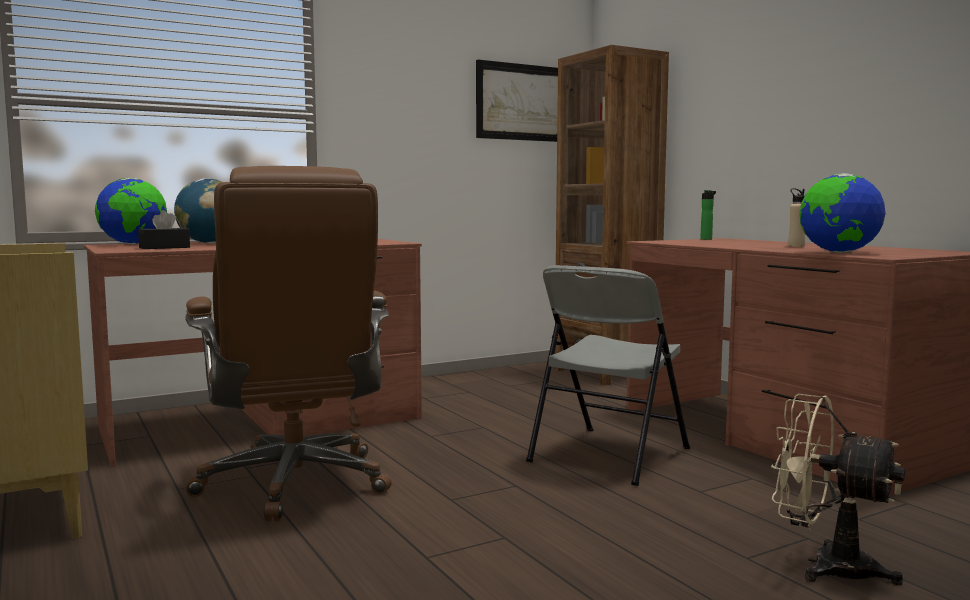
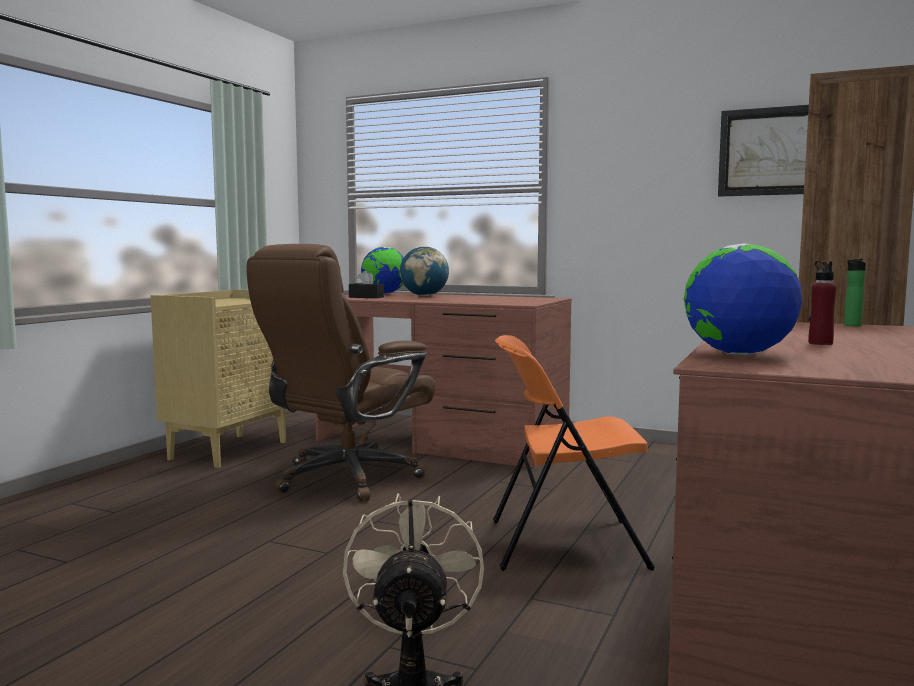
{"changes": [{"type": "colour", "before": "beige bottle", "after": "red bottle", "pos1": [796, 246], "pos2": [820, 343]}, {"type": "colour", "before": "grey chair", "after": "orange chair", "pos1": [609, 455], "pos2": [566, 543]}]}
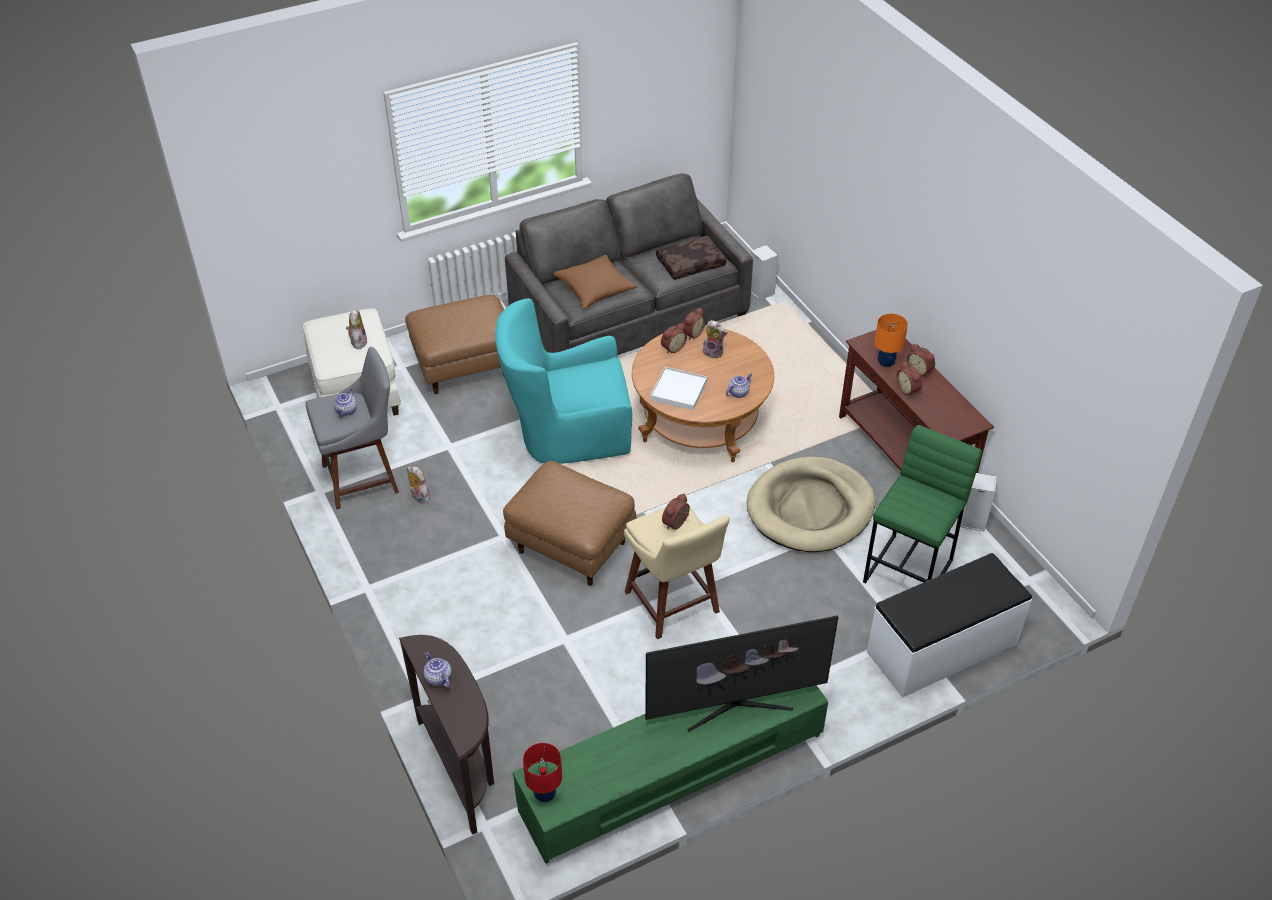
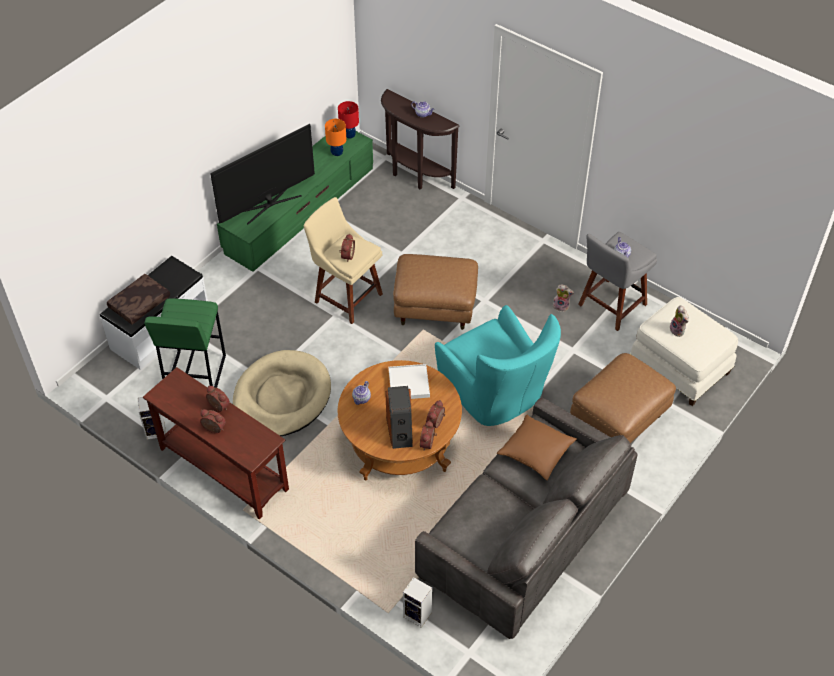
{"changes": [{"type": "relocated", "before": "brown pillow", "pos1": [690, 263], "pos2": [140, 304]}, {"type": "spun", "before": "turquoise armchair", "pos1": [568, 432], "pos2": [495, 393], "turn": 90}, {"type": "relocated", "before": "orange table lamp", "pos1": [886, 363], "pos2": [336, 153]}, {"type": "exchanged", "before": "plush toy", "after": "speaker", "pos1": [714, 352], "pos2": [400, 431]}]}
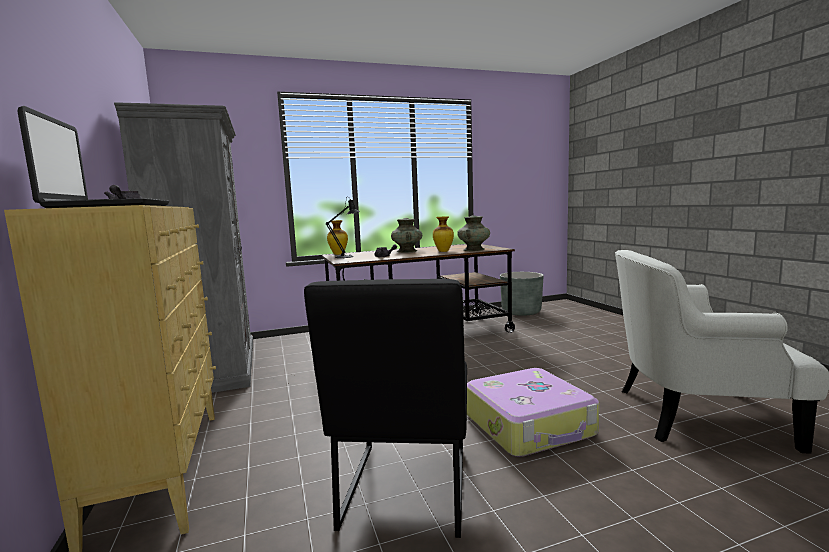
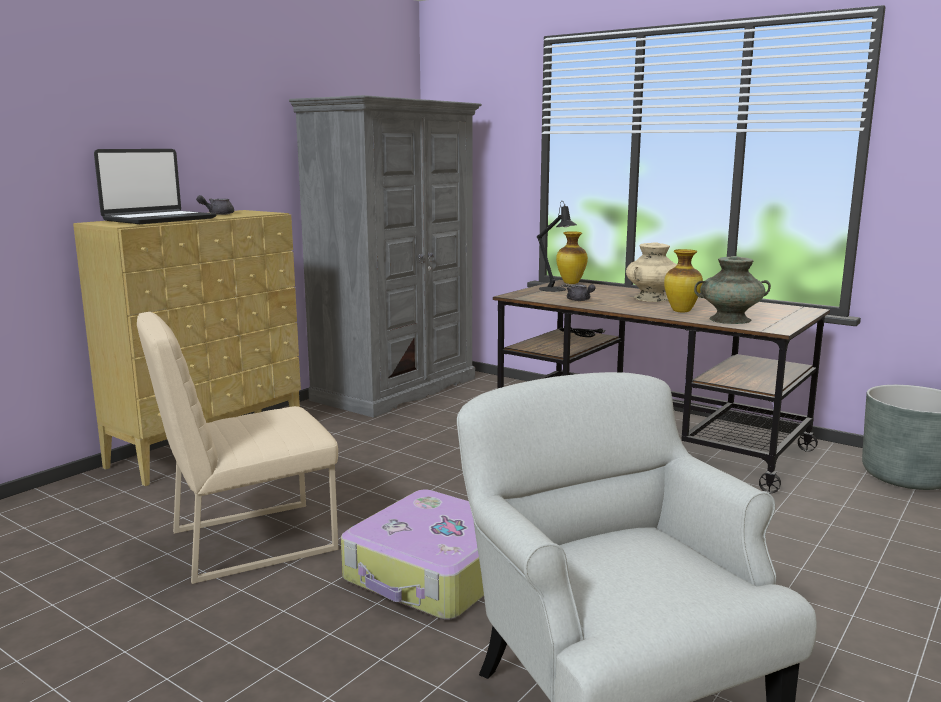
{"changes": [{"type": "colour", "before": "turquoise vase", "after": "beige vase", "pos1": [407, 251], "pos2": [652, 298]}, {"type": "colour", "before": "black chair", "after": "beige chair", "pos1": [404, 488], "pos2": [248, 541]}]}
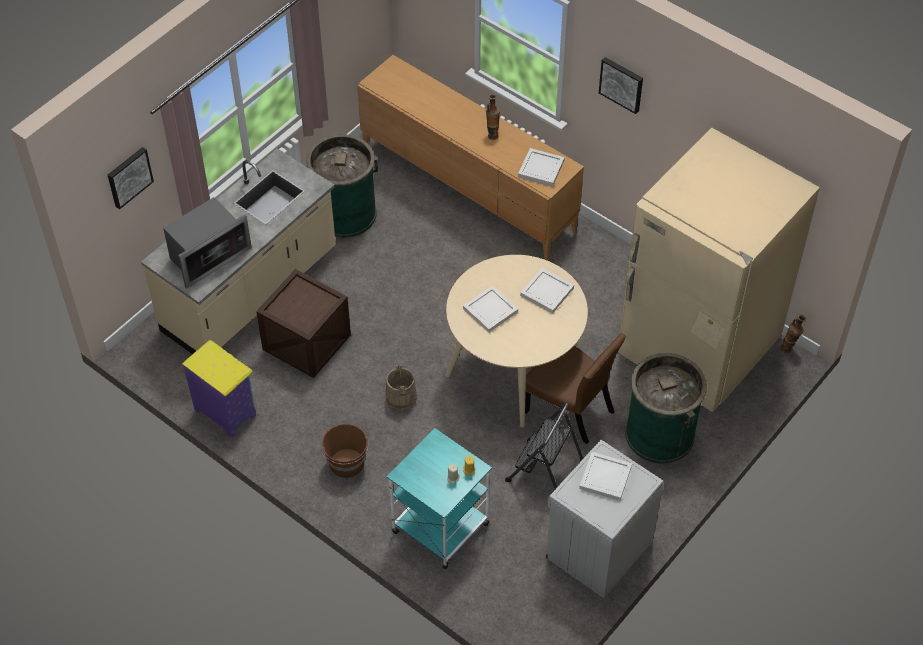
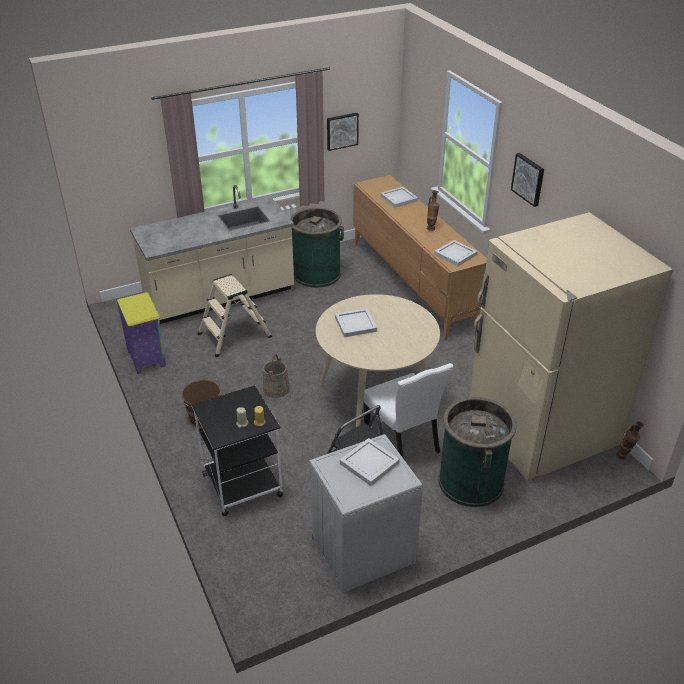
{"changes": [{"type": "relocated", "before": "picture", "pos1": [128, 176], "pos2": [342, 131]}, {"type": "missing", "before": "microwave", "pos1": [207, 255]}, {"type": "relocated", "before": "white tray", "pos1": [548, 292], "pos2": [399, 198]}, {"type": "exchanged", "before": "crate", "after": "beige step ladder", "pos1": [306, 342], "pos2": [235, 335]}, {"type": "colour", "before": "brown chair", "after": "white chair", "pos1": [568, 409], "pos2": [402, 438]}, {"type": "colour", "before": "turquoise cart", "after": "black cart", "pos1": [439, 526], "pos2": [242, 483]}]}
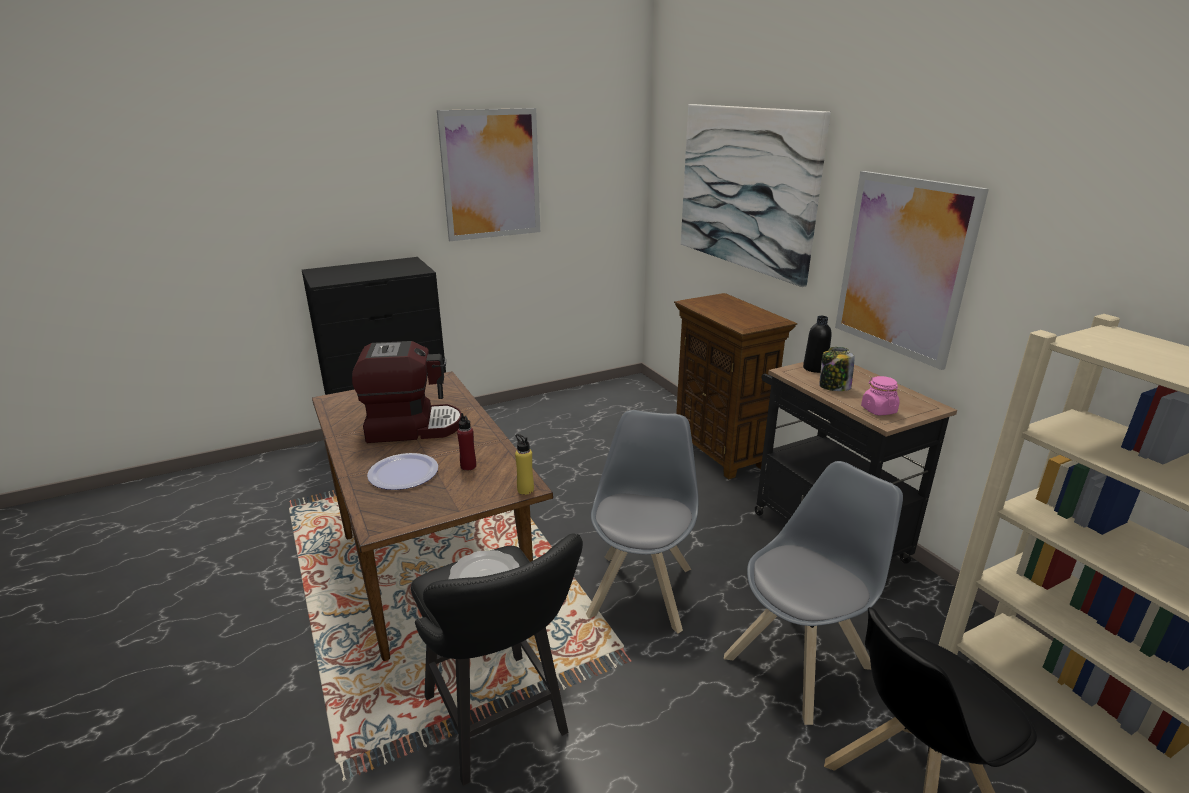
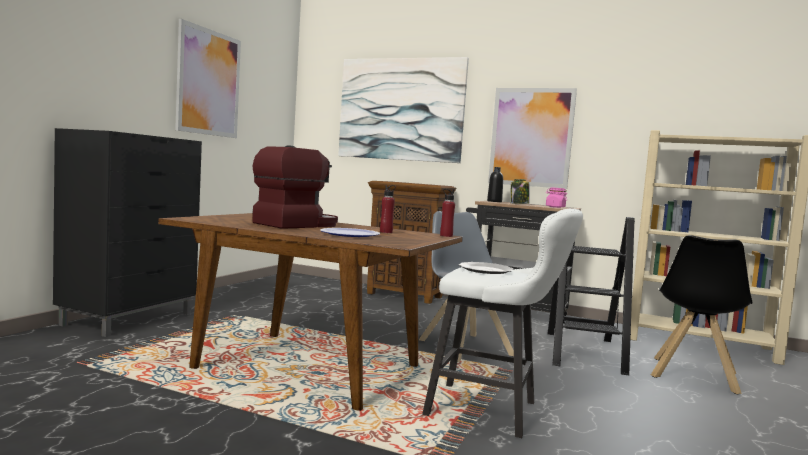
{"changes": [{"type": "colour", "before": "yellow bottle", "after": "red bottle", "pos1": [525, 490], "pos2": [446, 236]}, {"type": "exchanged", "before": "grey chair", "after": "black step ladder", "pos1": [801, 660], "pos2": [584, 351]}, {"type": "colour", "before": "black stool", "after": "white stool", "pos1": [501, 728], "pos2": [496, 412]}]}
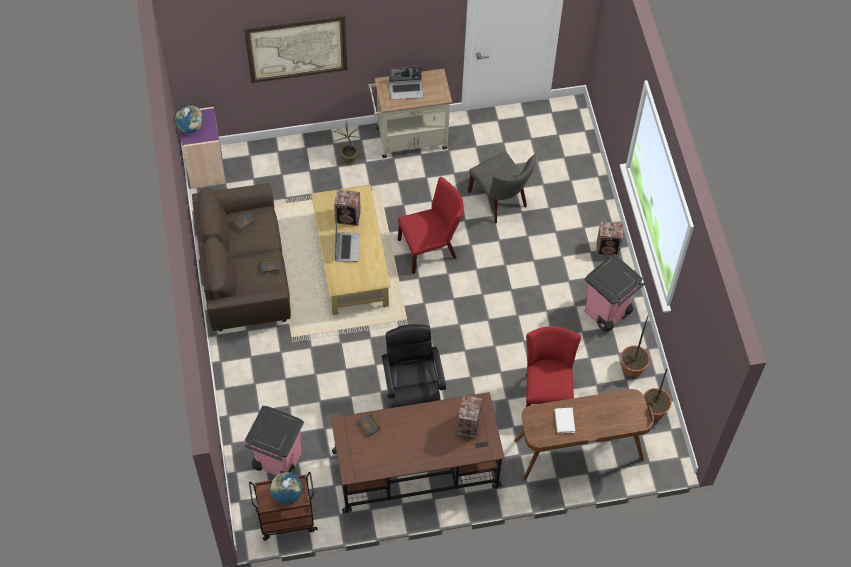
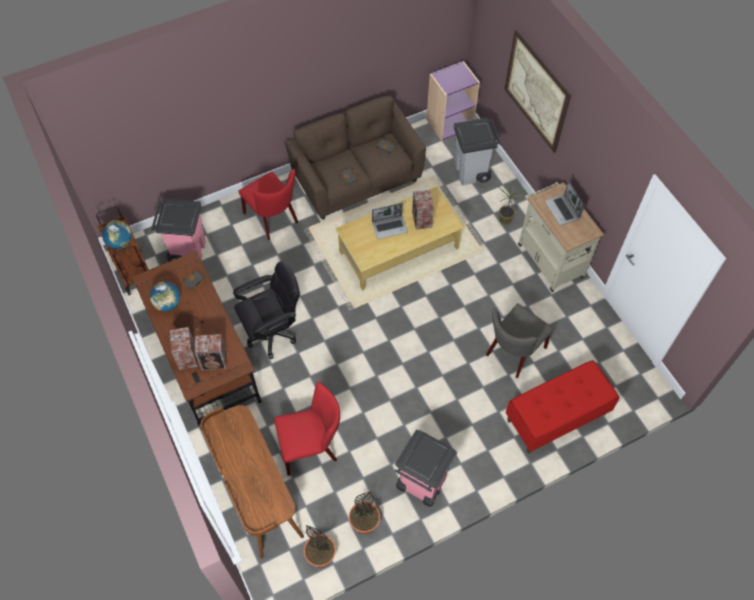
{"changes": [{"type": "relocated", "before": "globe", "pos1": [190, 127], "pos2": [168, 303]}, {"type": "relocated", "before": "red chair", "pos1": [431, 248], "pos2": [273, 219]}, {"type": "relocated", "before": "speaker", "pos1": [608, 248], "pos2": [187, 358]}, {"type": "missing", "before": "white book", "pos1": [564, 421]}, {"type": "appeared", "after": "grey trash can", "pos2": [472, 172]}, {"type": "appeared", "after": "brown book", "pos2": [188, 323]}, {"type": "appeared", "after": "red bench", "pos2": [556, 417]}]}
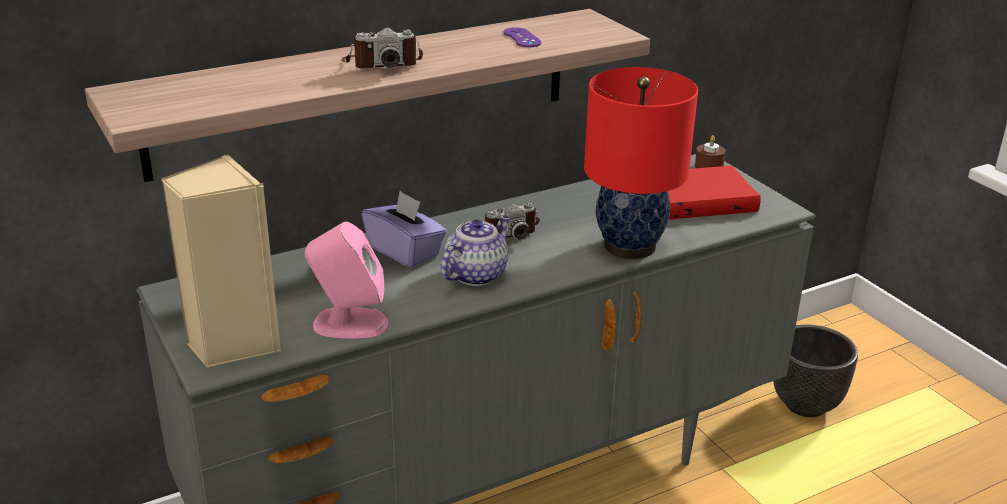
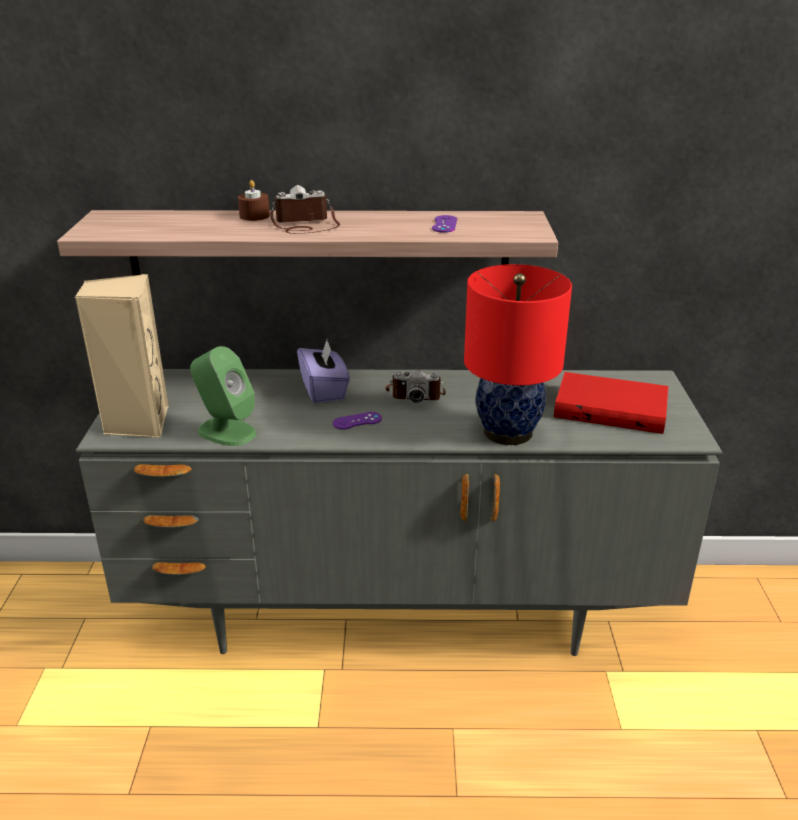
{"changes": [{"type": "spun", "before": "photo camera", "pos1": [382, 63], "pos2": [305, 225], "turn": 150}, {"type": "relocated", "before": "brown candle", "pos1": [709, 166], "pos2": [254, 216]}, {"type": "exchanged", "before": "teapot", "after": "purple game controller", "pos1": [476, 274], "pos2": [357, 421]}, {"type": "colour", "before": "pink speaker", "after": "green speaker", "pos1": [349, 323], "pos2": [226, 431]}, {"type": "missing", "before": "black planter", "pos1": [804, 404]}]}
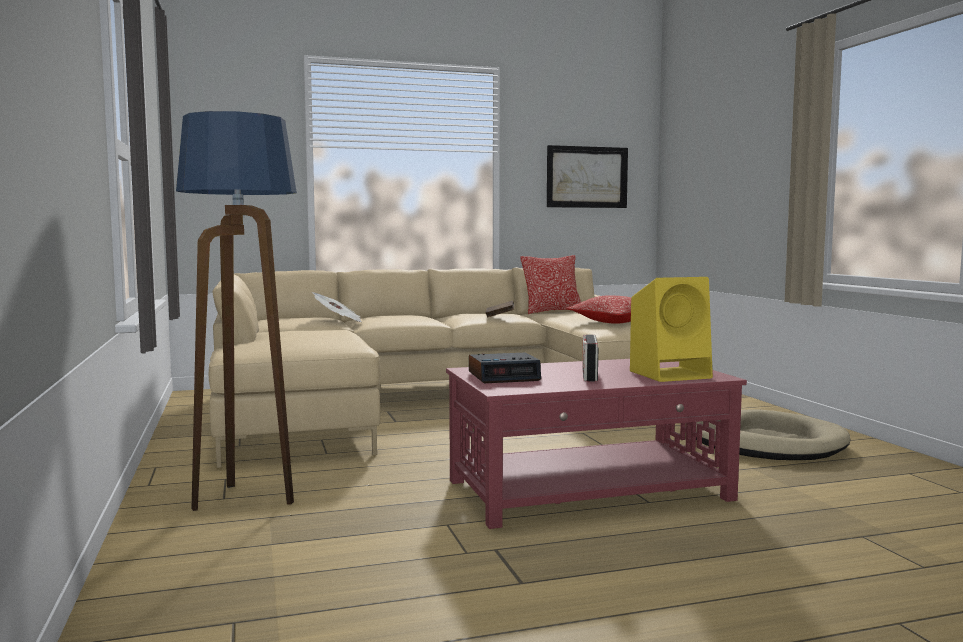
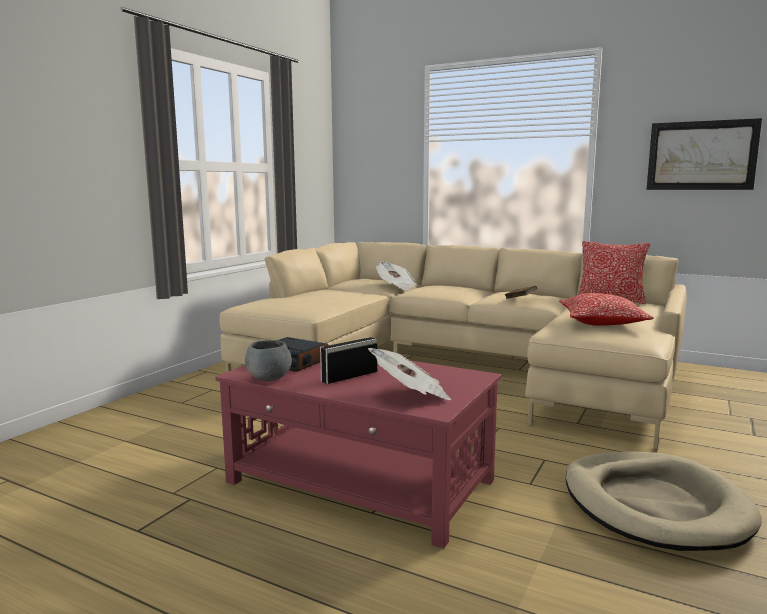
{"changes": [{"type": "missing", "before": "floor lamp", "pos1": [248, 500]}, {"type": "exchanged", "before": "yellow speaker", "after": "newspaper", "pos1": [671, 374], "pos2": [410, 395]}, {"type": "appeared", "after": "grey bowl", "pos2": [269, 378]}]}
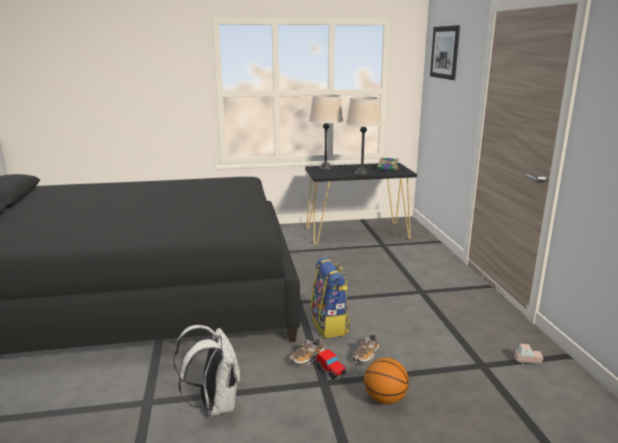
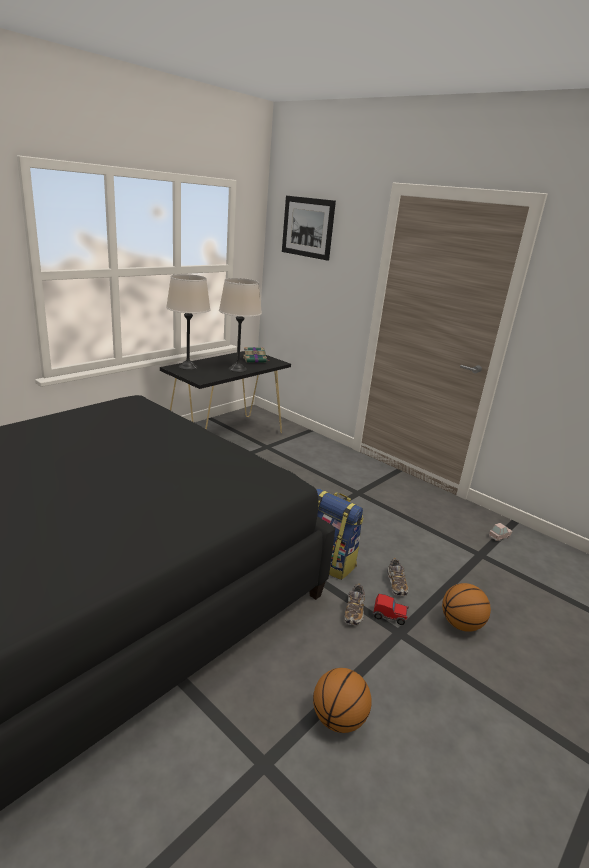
{"changes": [{"type": "exchanged", "before": "white backpack", "after": "basketball", "pos1": [214, 404], "pos2": [338, 719]}]}
